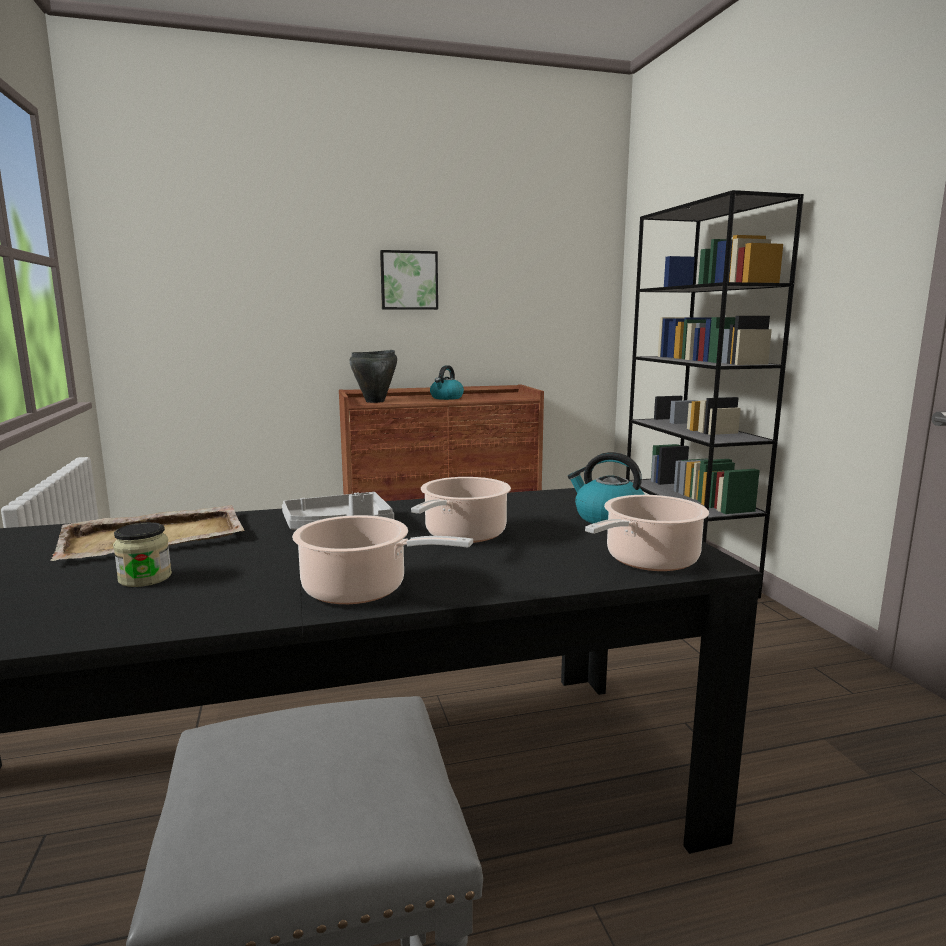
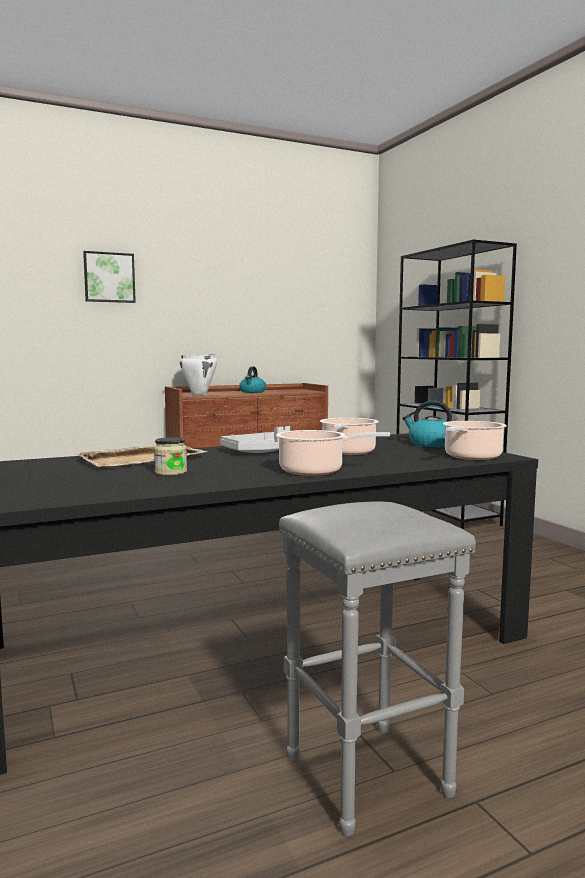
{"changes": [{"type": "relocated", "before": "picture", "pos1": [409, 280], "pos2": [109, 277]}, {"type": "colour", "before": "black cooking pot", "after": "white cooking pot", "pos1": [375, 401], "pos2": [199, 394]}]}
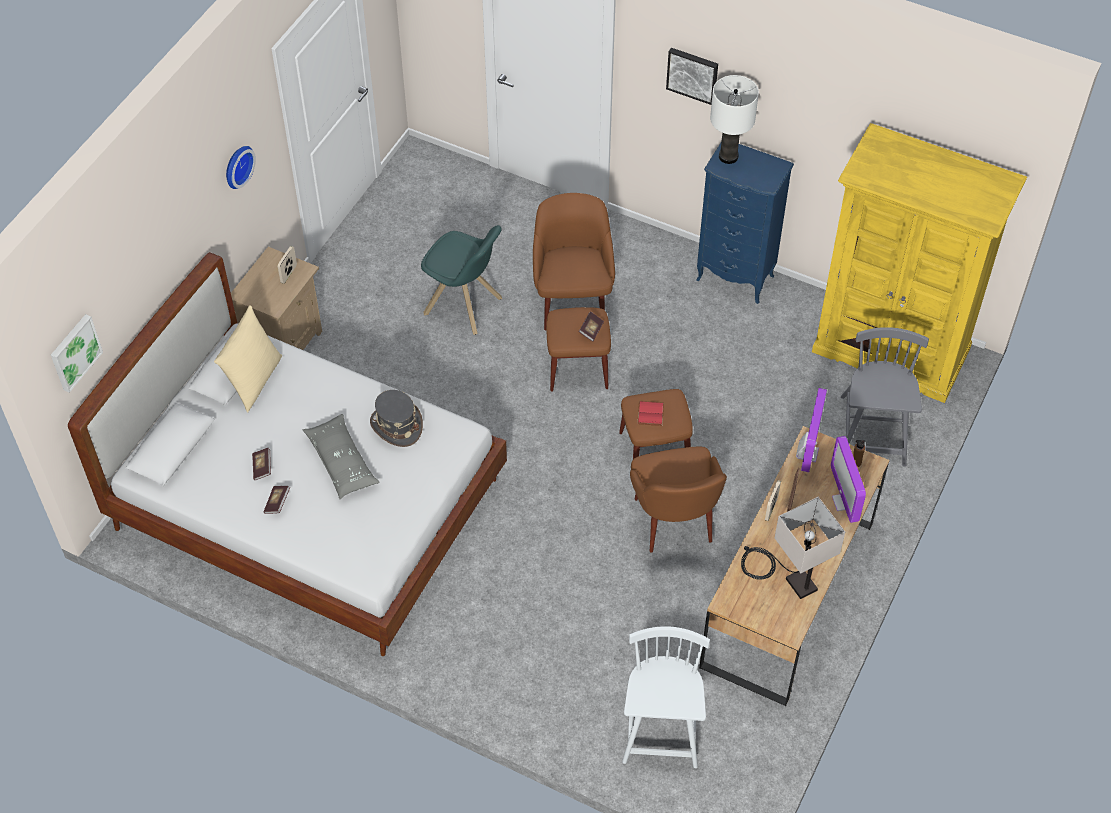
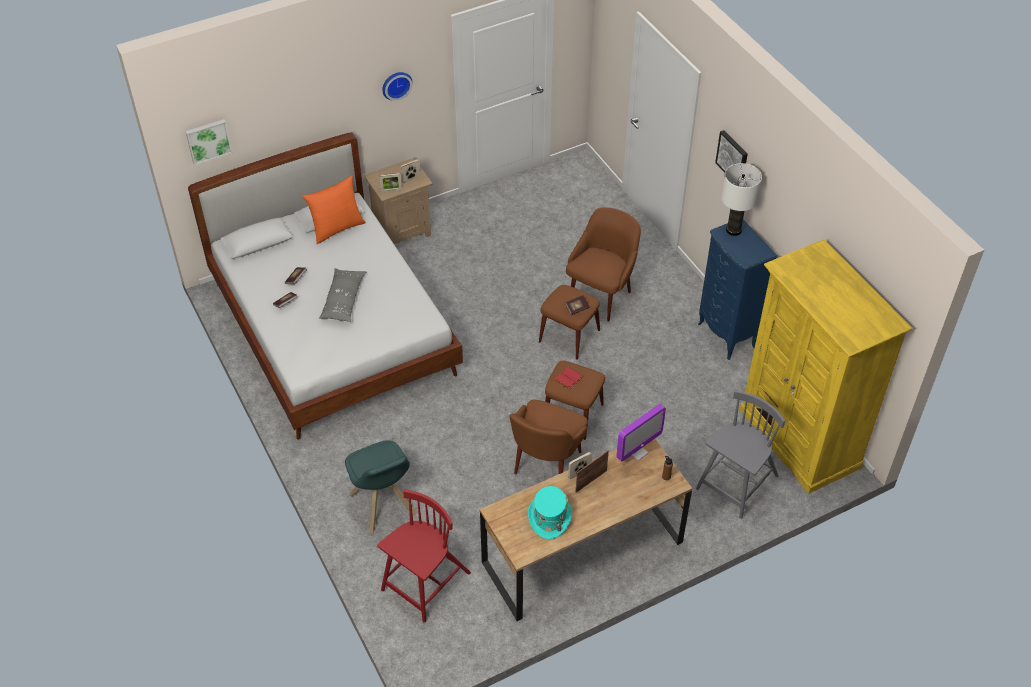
{"changes": [{"type": "relocated", "before": "turquoise chair", "pos1": [464, 306], "pos2": [383, 504]}, {"type": "colour", "before": "beige pillow", "after": "orange pillow", "pos1": [254, 380], "pos2": [337, 228]}, {"type": "missing", "before": "grey hat", "pos1": [396, 425]}, {"type": "missing", "before": "monitor", "pos1": [844, 502]}, {"type": "exchanged", "before": "table lamp", "after": "turquoise hat", "pos1": [783, 574], "pos2": [549, 517]}, {"type": "colour", "before": "white chair", "after": "red chair", "pos1": [661, 726], "pos2": [425, 583]}, {"type": "appeared", "after": "picture frame", "pos2": [391, 190]}]}
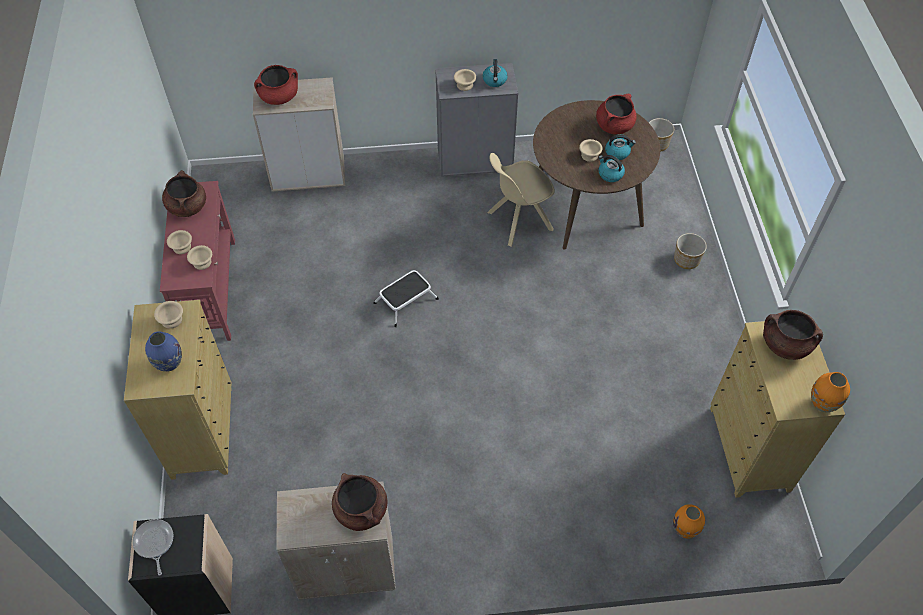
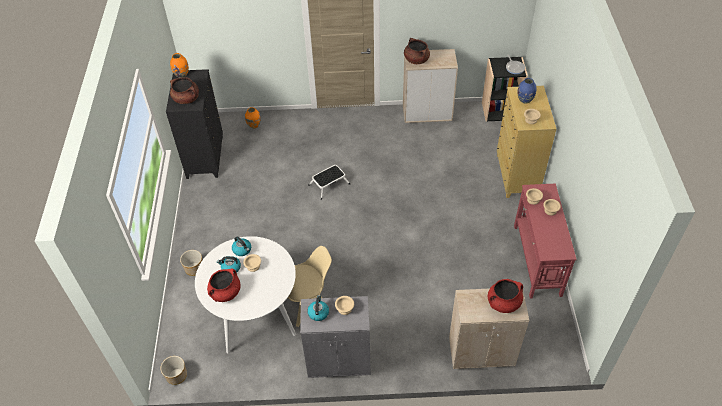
{"changes": [{"type": "colour", "before": "brown dining table", "after": "white dining table", "pos1": [586, 206], "pos2": [255, 315]}, {"type": "missing", "before": "brown cooking pot", "pos1": [187, 207]}, {"type": "relocated", "before": "black step ladder", "pos1": [405, 300], "pos2": [329, 184]}, {"type": "colour", "before": "beige dresser", "after": "black dresser", "pos1": [747, 450], "pos2": [206, 157]}]}
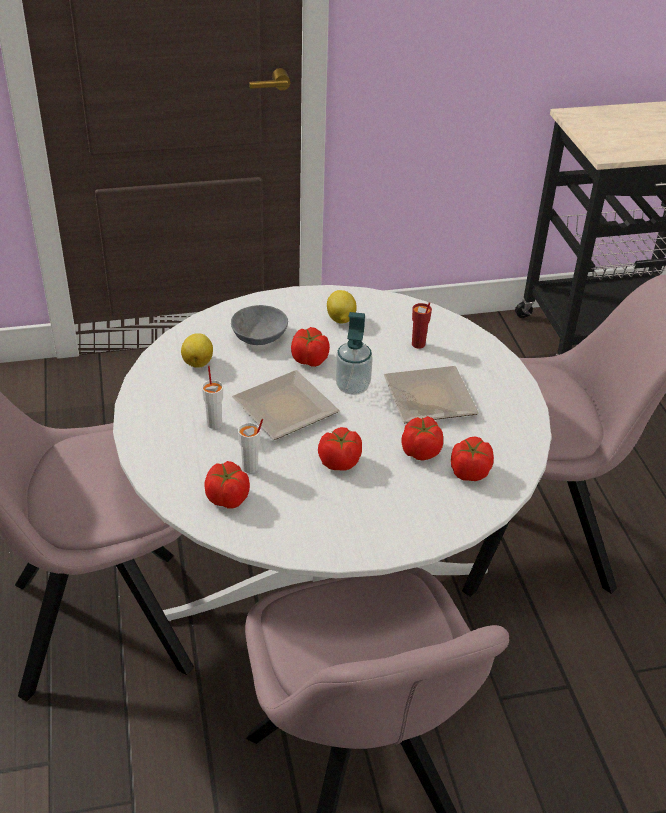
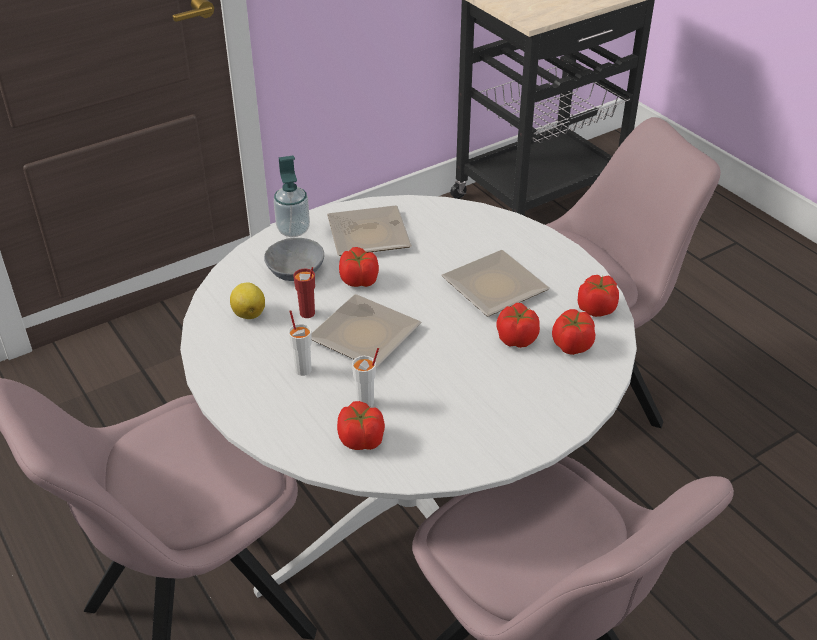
{"changes": [{"type": "exchanged", "before": "lemon", "after": "plate", "pos1": [340, 319], "pos2": [365, 234]}, {"type": "relocated", "before": "red cup", "pos1": [418, 344], "pos2": [307, 313]}, {"type": "relocated", "before": "soap dispenser", "pos1": [352, 386], "pos2": [293, 230]}, {"type": "relocated", "before": "tomato", "pos1": [340, 461], "pos2": [596, 308]}]}
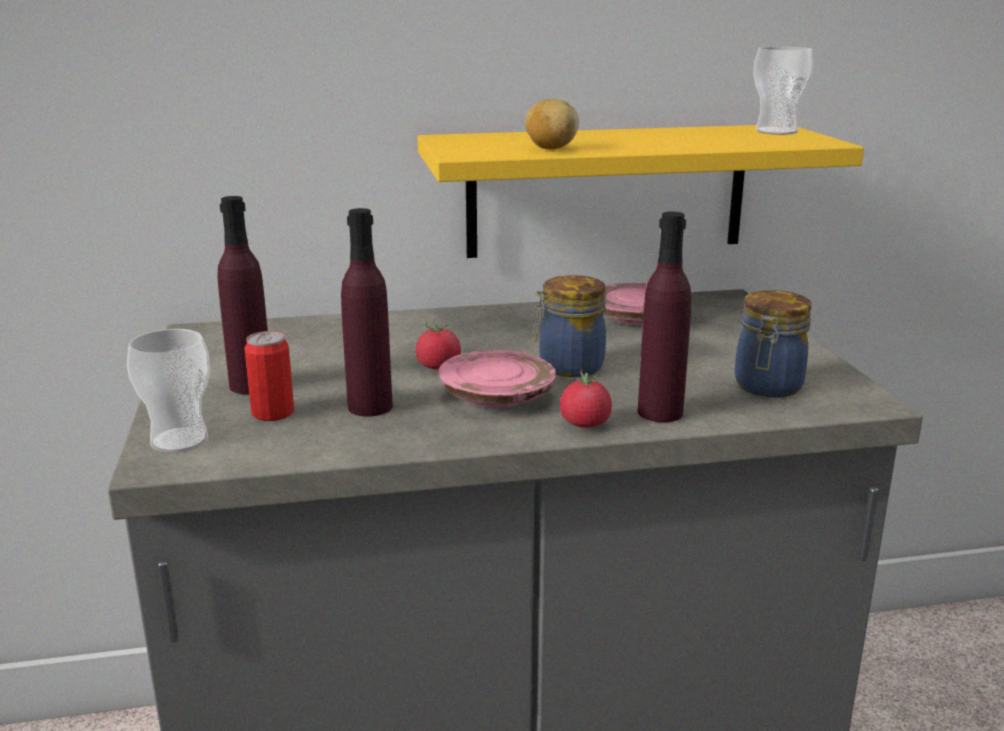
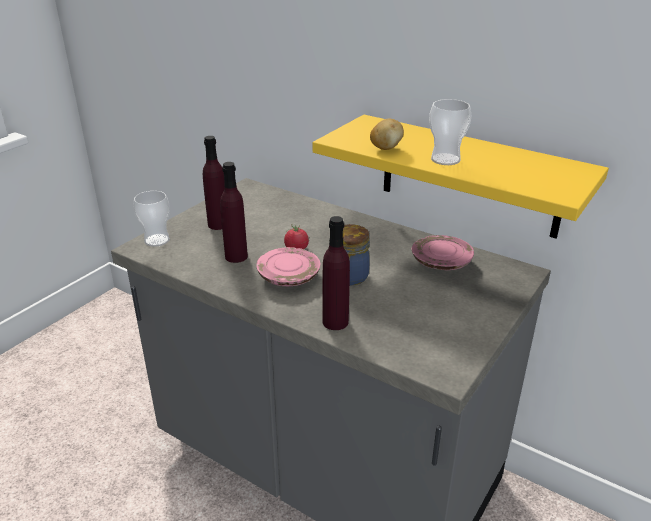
{"changes": [{"type": "relocated", "before": "cup", "pos1": [776, 131], "pos2": [445, 159]}, {"type": "missing", "before": "jar", "pos1": [767, 387]}, {"type": "missing", "before": "can", "pos1": [273, 413]}, {"type": "missing", "before": "tomato", "pos1": [585, 424]}]}
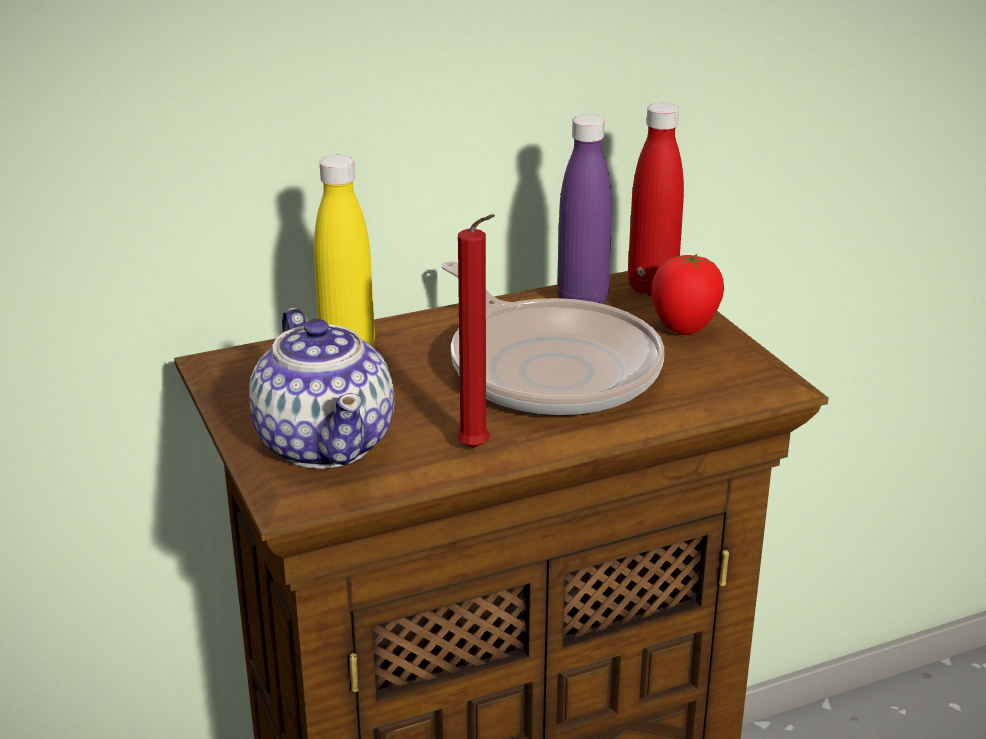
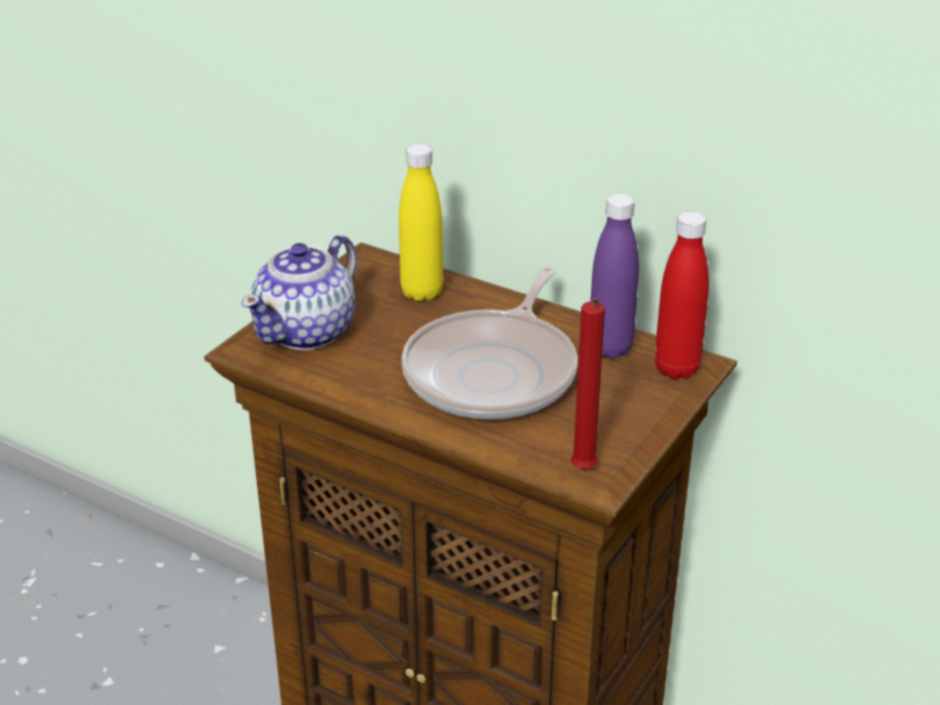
{"changes": [{"type": "relocated", "before": "red candle", "pos1": [477, 450], "pos2": [583, 472]}, {"type": "missing", "before": "tomato", "pos1": [684, 329]}]}
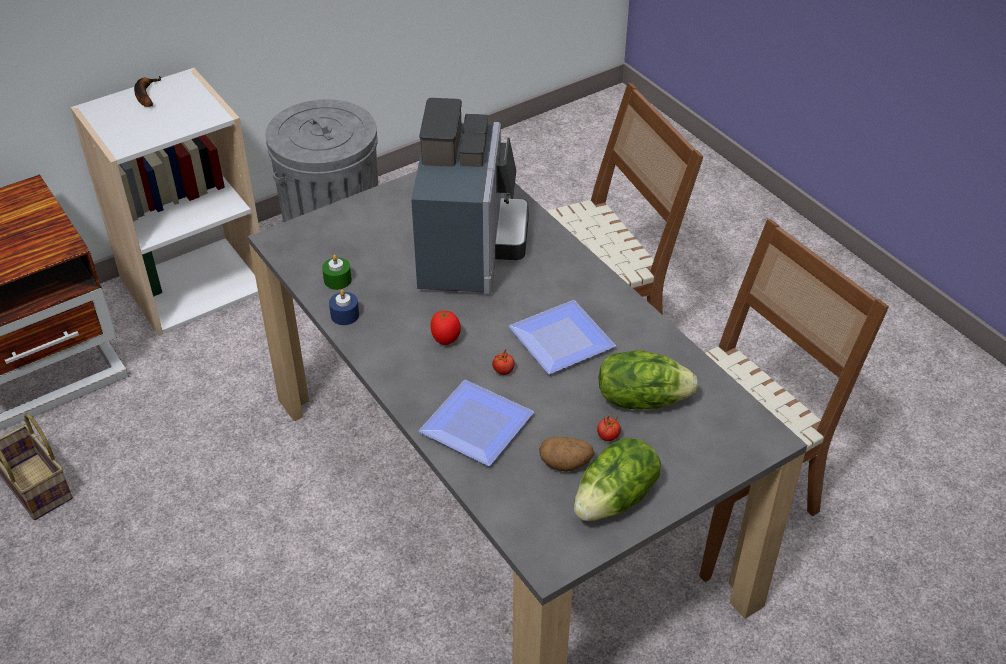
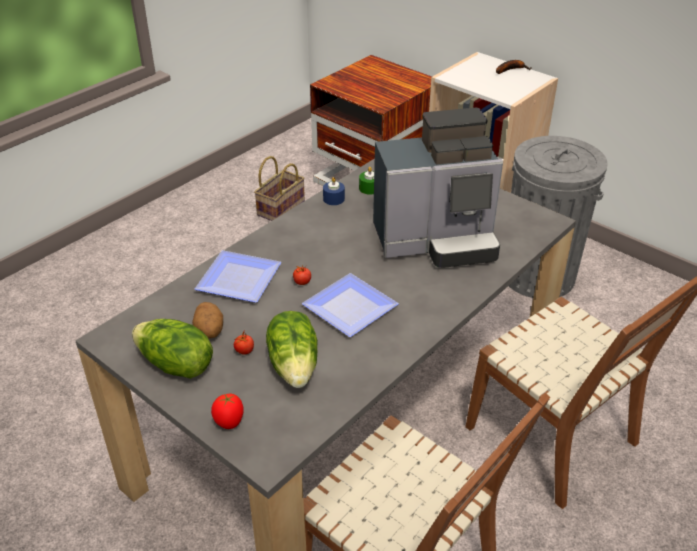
{"changes": [{"type": "relocated", "before": "tomato", "pos1": [446, 340], "pos2": [229, 423]}]}
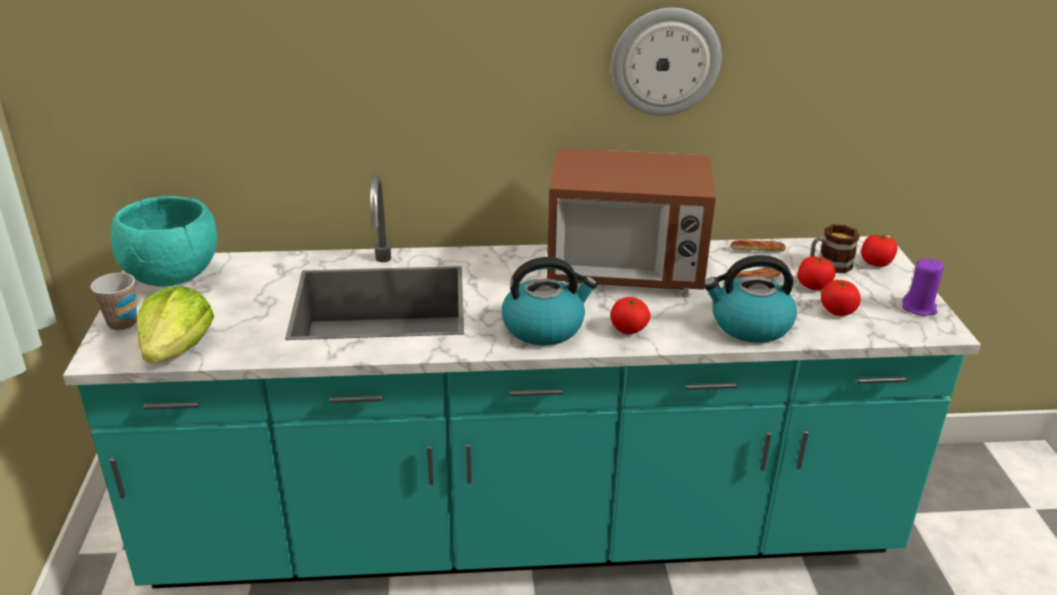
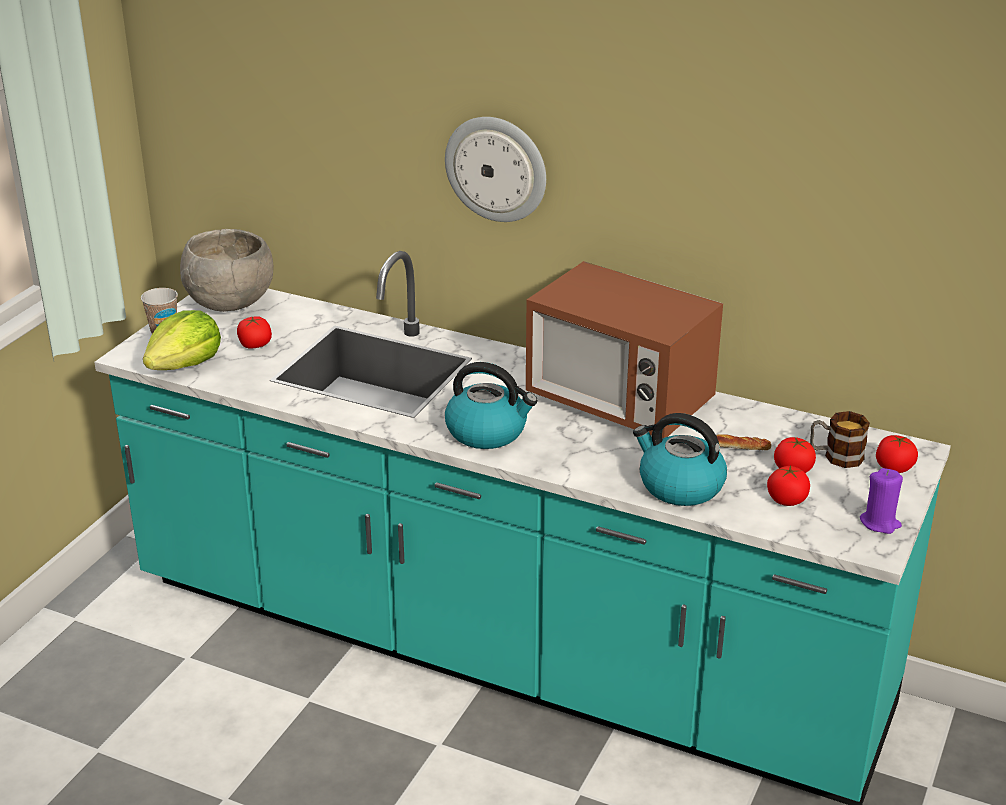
{"changes": [{"type": "relocated", "before": "wall clock", "pos1": [665, 61], "pos2": [496, 168]}, {"type": "colour", "before": "turquoise bowl", "after": "grey bowl", "pos1": [173, 277], "pos2": [230, 304]}, {"type": "missing", "before": "bread", "pos1": [757, 250]}, {"type": "relocated", "before": "tomato", "pos1": [628, 329], "pos2": [255, 345]}]}
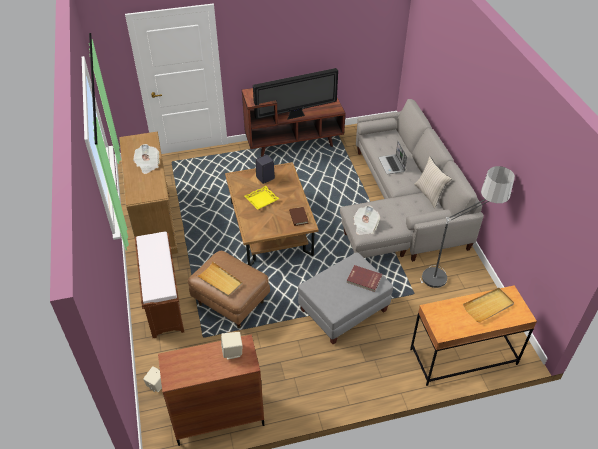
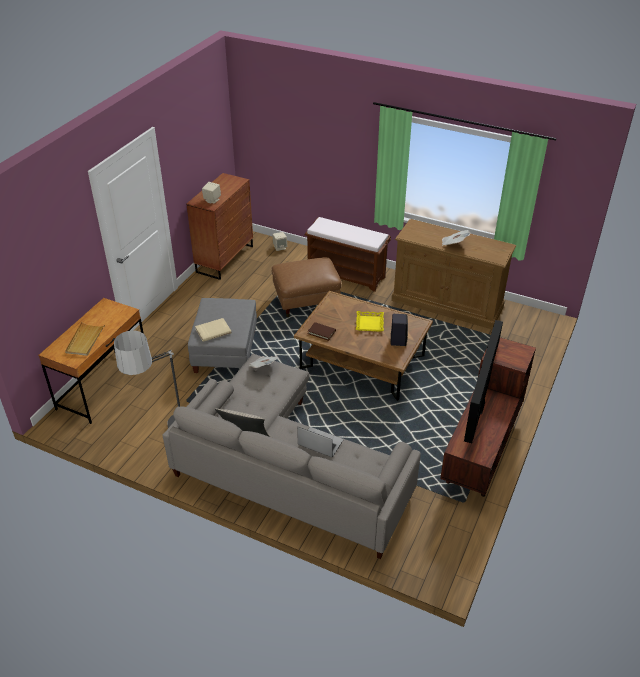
{"changes": [{"type": "missing", "before": "beige tray", "pos1": [220, 280]}, {"type": "colour", "before": "red book", "after": "beige book", "pos1": [364, 279], "pos2": [213, 330]}]}
